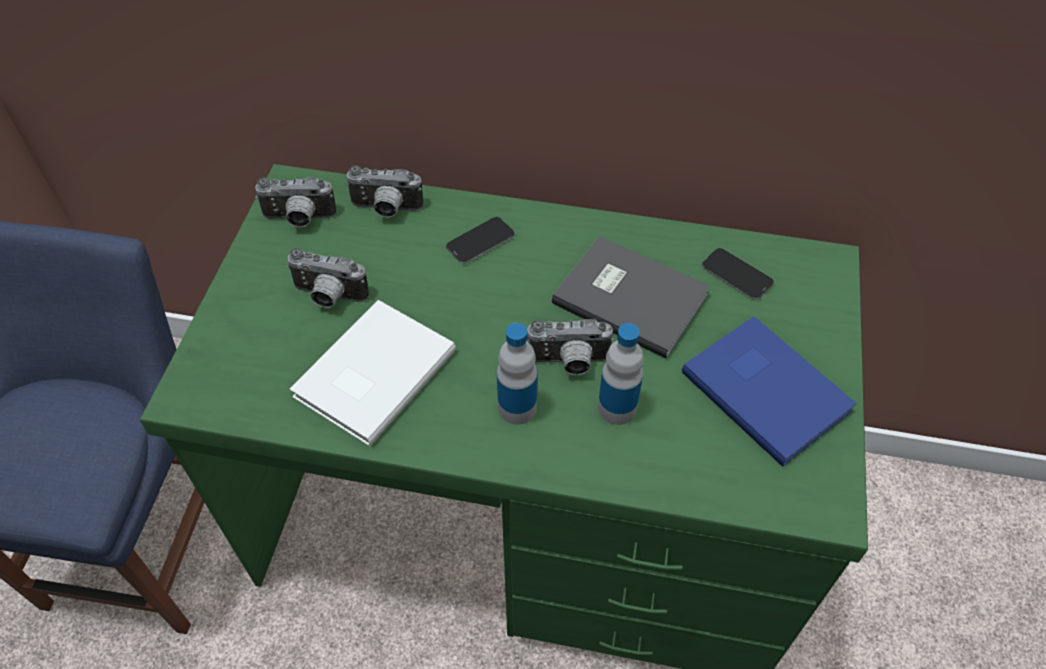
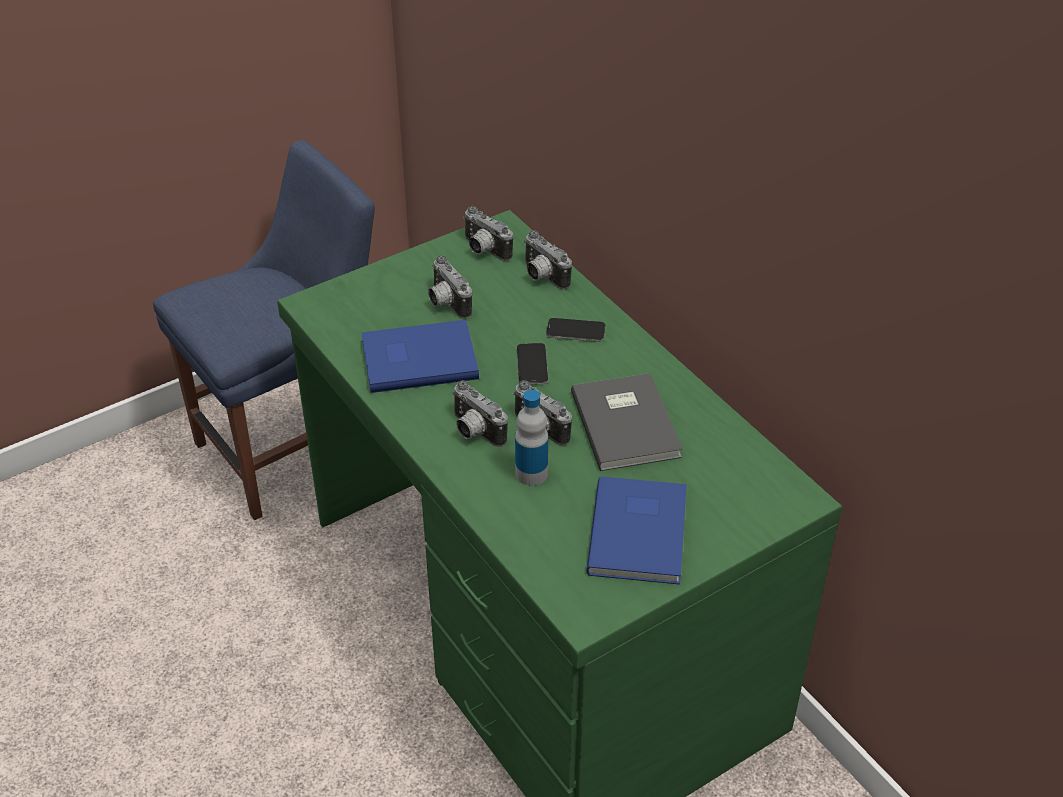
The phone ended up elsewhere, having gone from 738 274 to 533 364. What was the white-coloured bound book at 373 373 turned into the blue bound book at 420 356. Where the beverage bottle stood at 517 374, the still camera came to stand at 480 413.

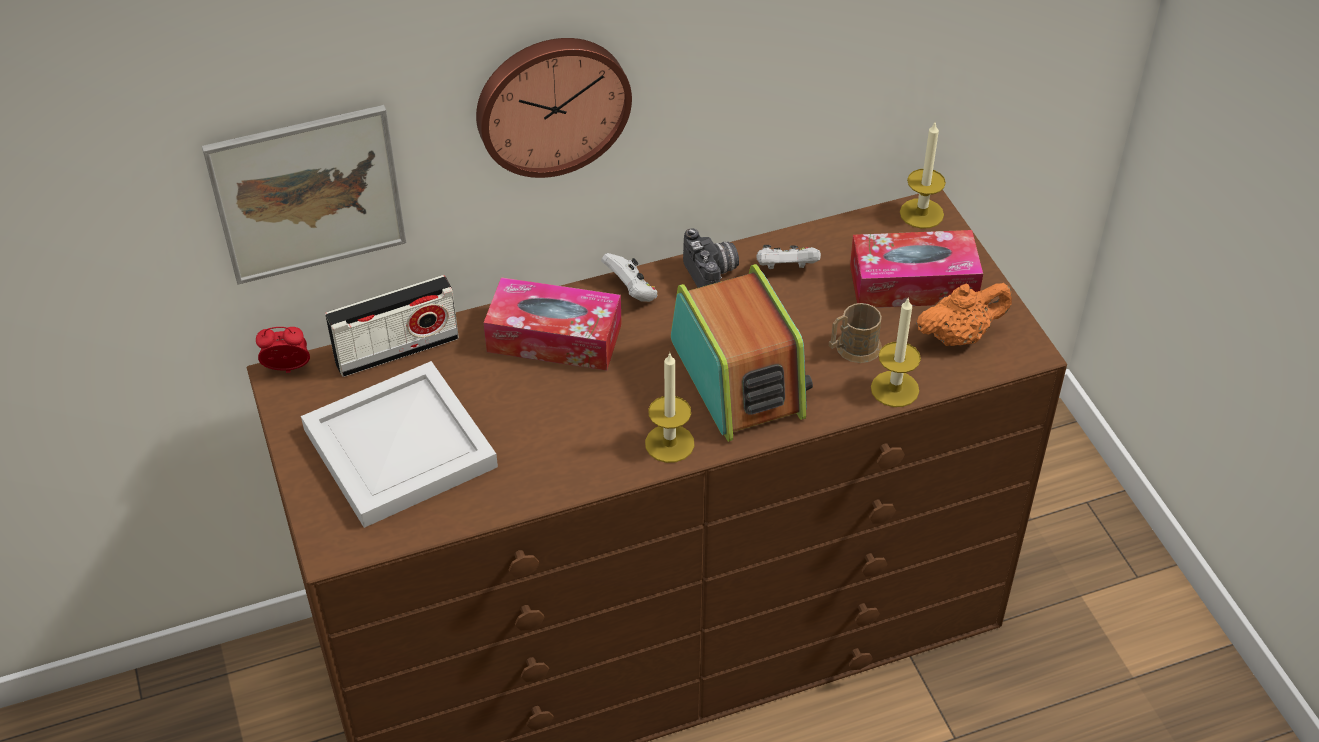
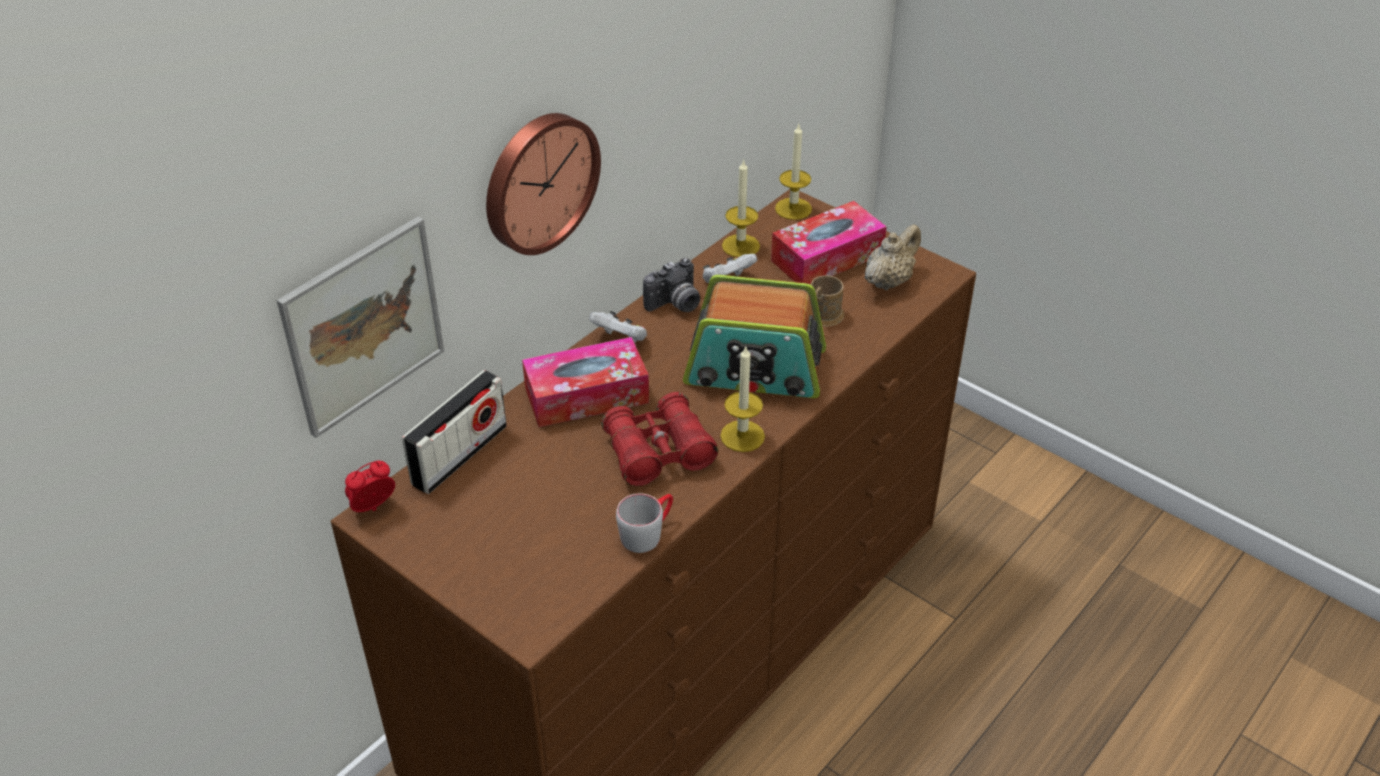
The still camera at 711 258 ended up facing another way, 105 degrees clockwise from before. The radio at 742 353 ended up facing another way, 150 degrees clockwise from before. What was the orangey teapot at 964 314 turned into the beige-coloured teapot at 893 257. The wax light ended up elsewhere, having gone from 896 352 to 741 208. The second view lost the white-coloured carrying tray at 399 444. The second view gained the red-coloured pair of binoculars at 659 439. The second view gained the greyish tea mug at 644 523.

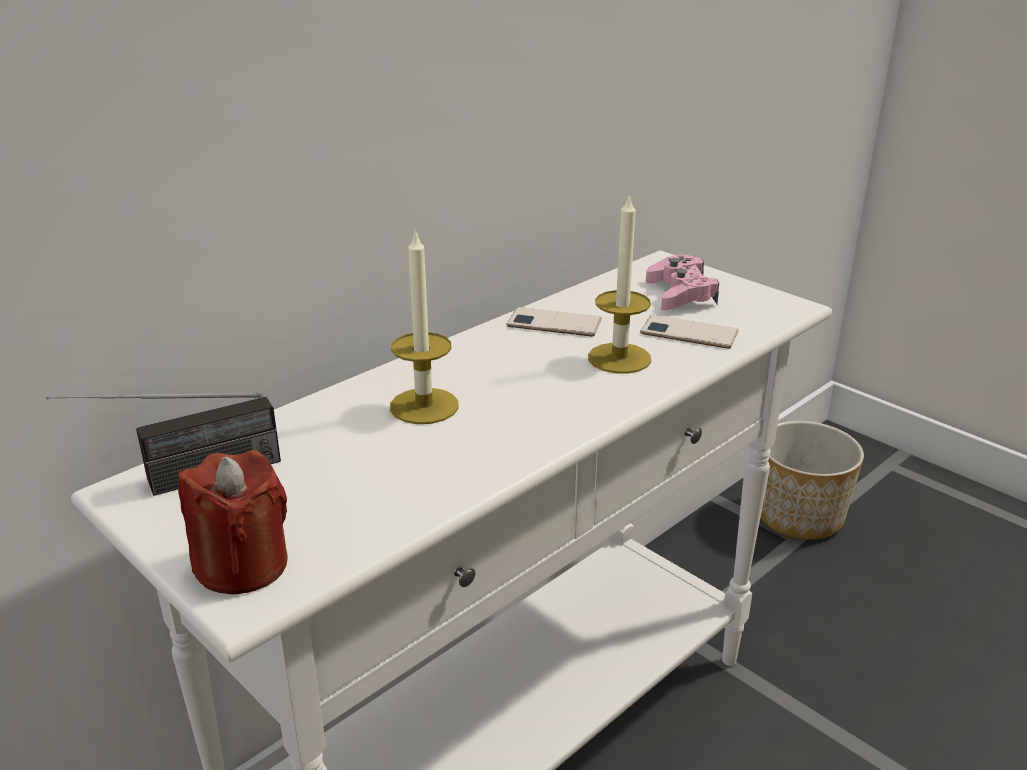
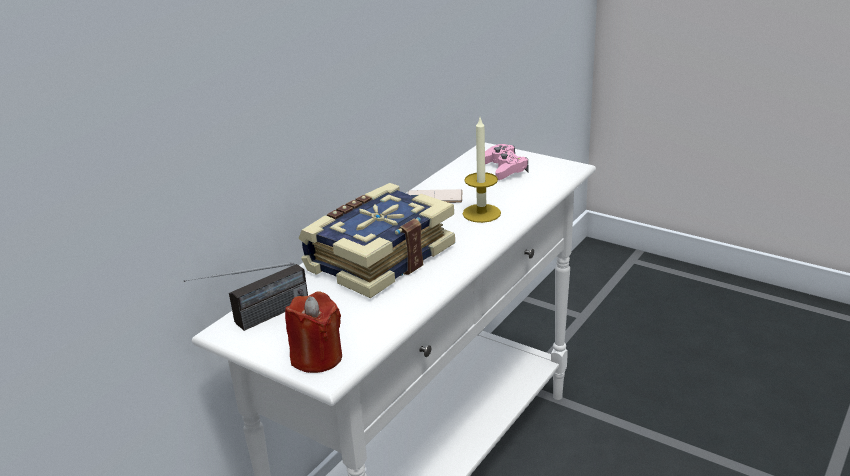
Where the wax light stood at 424 326, the bound book came to stand at 377 240. The second view lost the phone at 689 332. The second view lost the planter at 812 480.

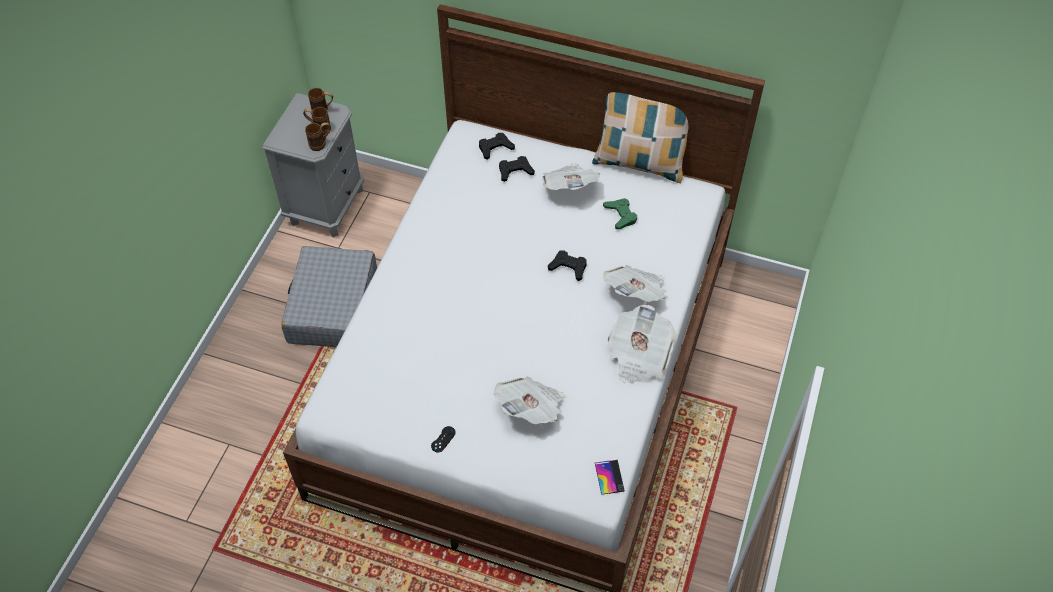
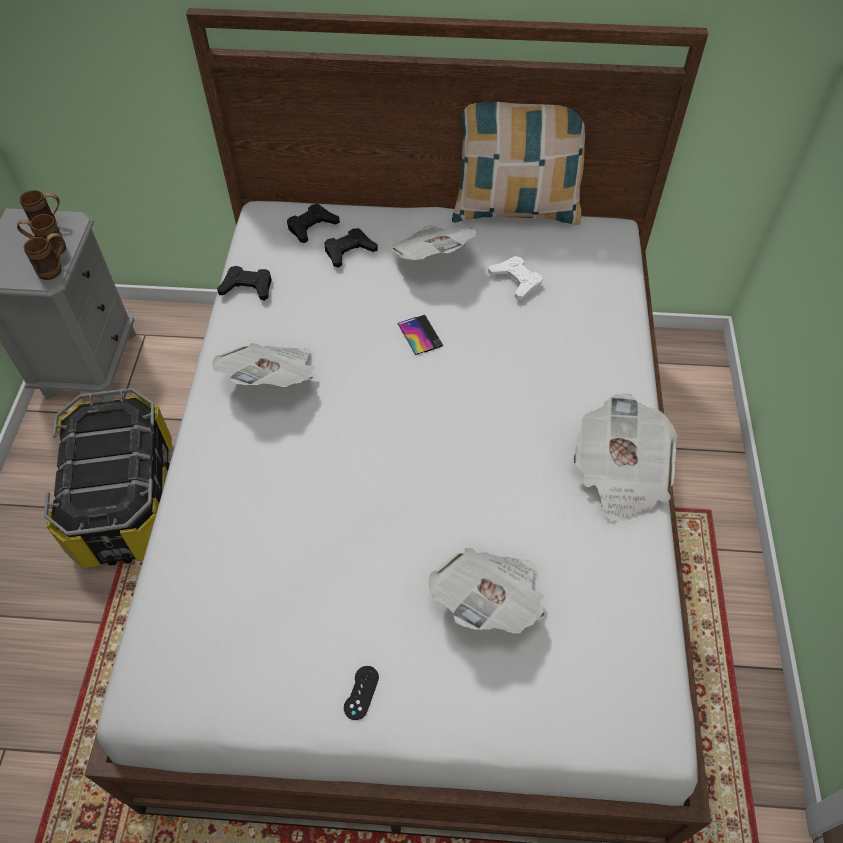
What was the greenish joypad at 620 214 turned into the white-coloured joypad at 515 278. Where the greyish piece of luggage stood at 329 296, the storage box came to stand at 108 478. The black joypad ended up elsewhere, having gone from 567 265 to 244 283. The newspaper ended up elsewhere, having gone from 634 283 to 263 365. The phone ended up elsewhere, having gone from 610 477 to 420 335.

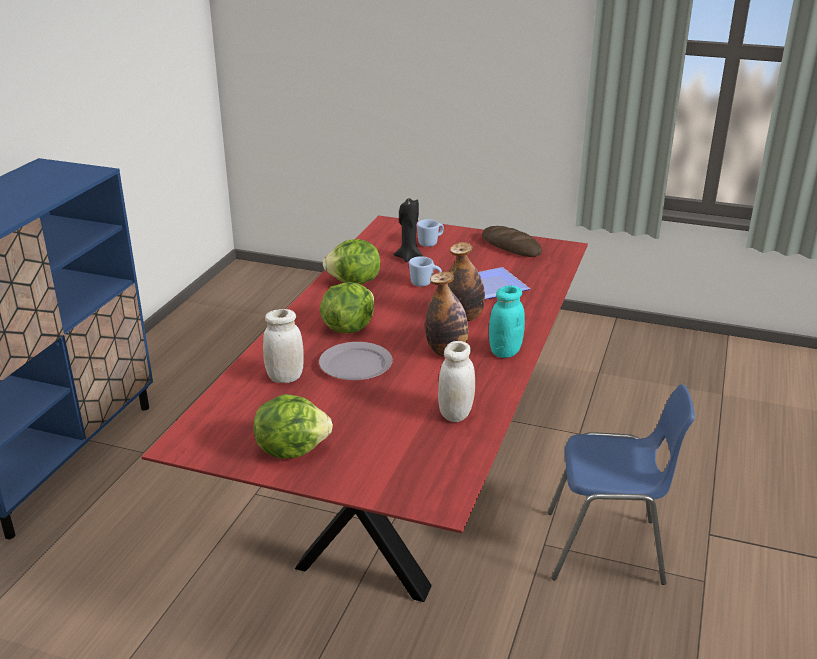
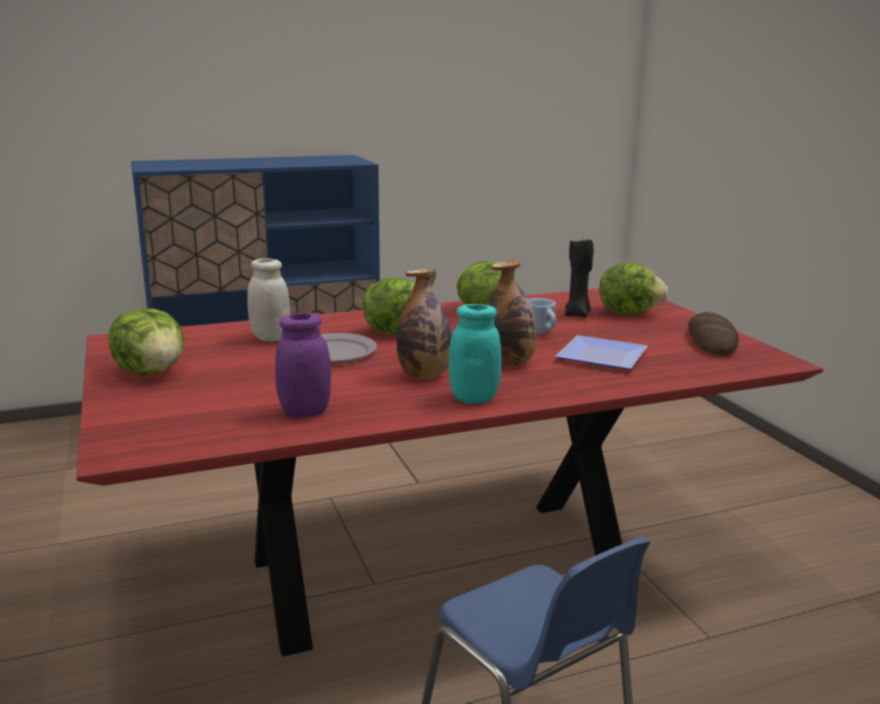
Where the blue tea mug stood at 430 233, the lettuce head came to stand at 633 288. What was the white-coloured storage jar at 456 381 turned into the purple storage jar at 303 365.

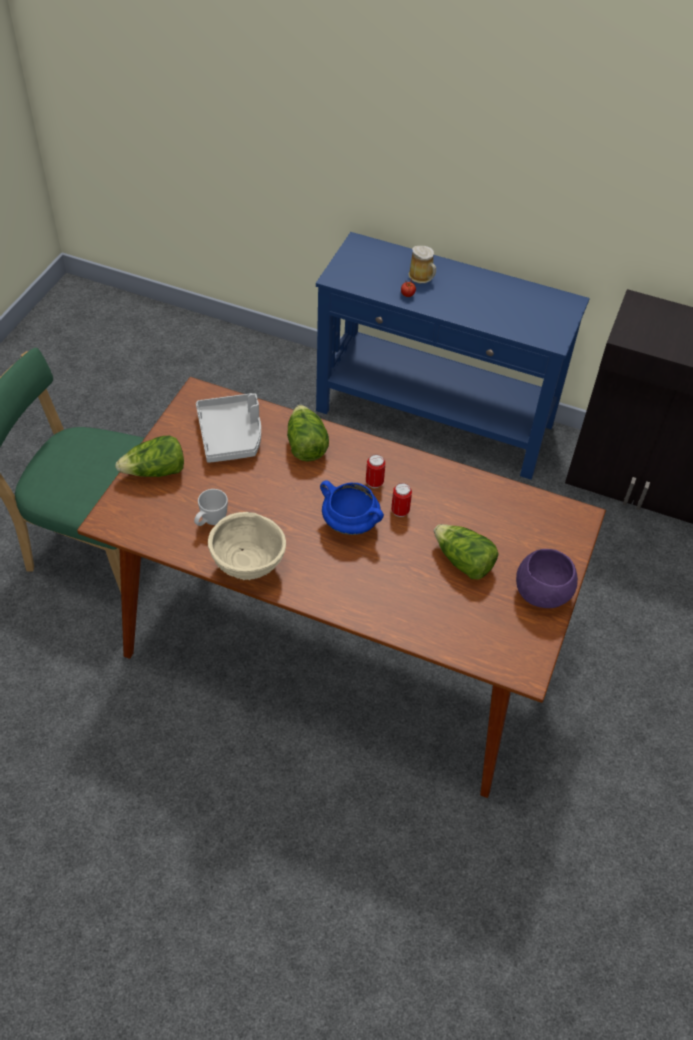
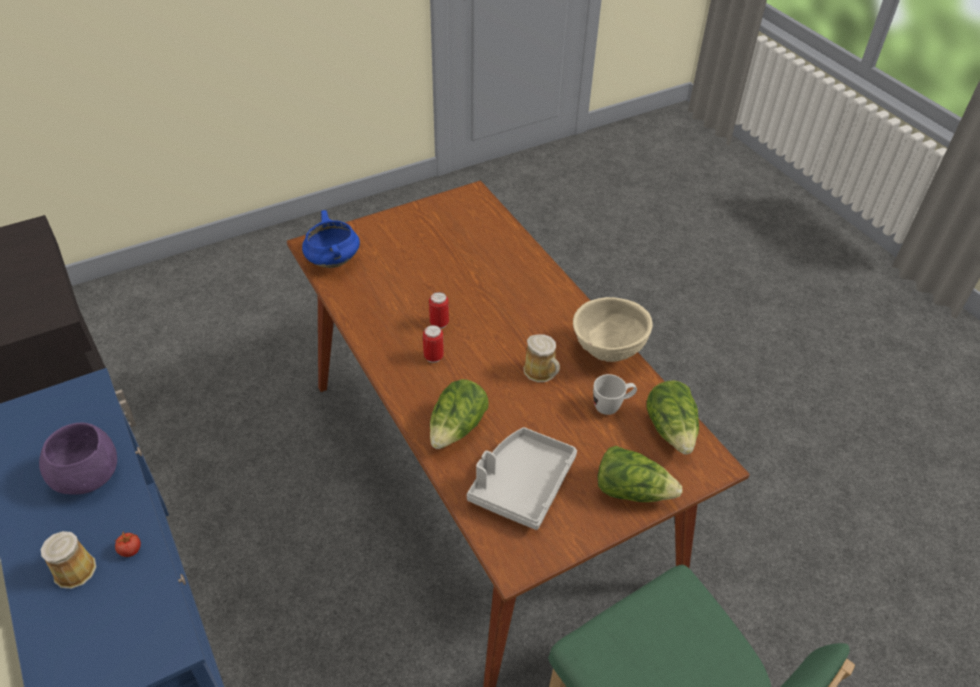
The blue cooking pot ended up elsewhere, having gone from 352 507 to 331 239. The lettuce head ended up elsewhere, having gone from 466 551 to 673 417. The purple bowl ended up elsewhere, having gone from 547 578 to 78 458. The second view gained the tea mug at 541 358.

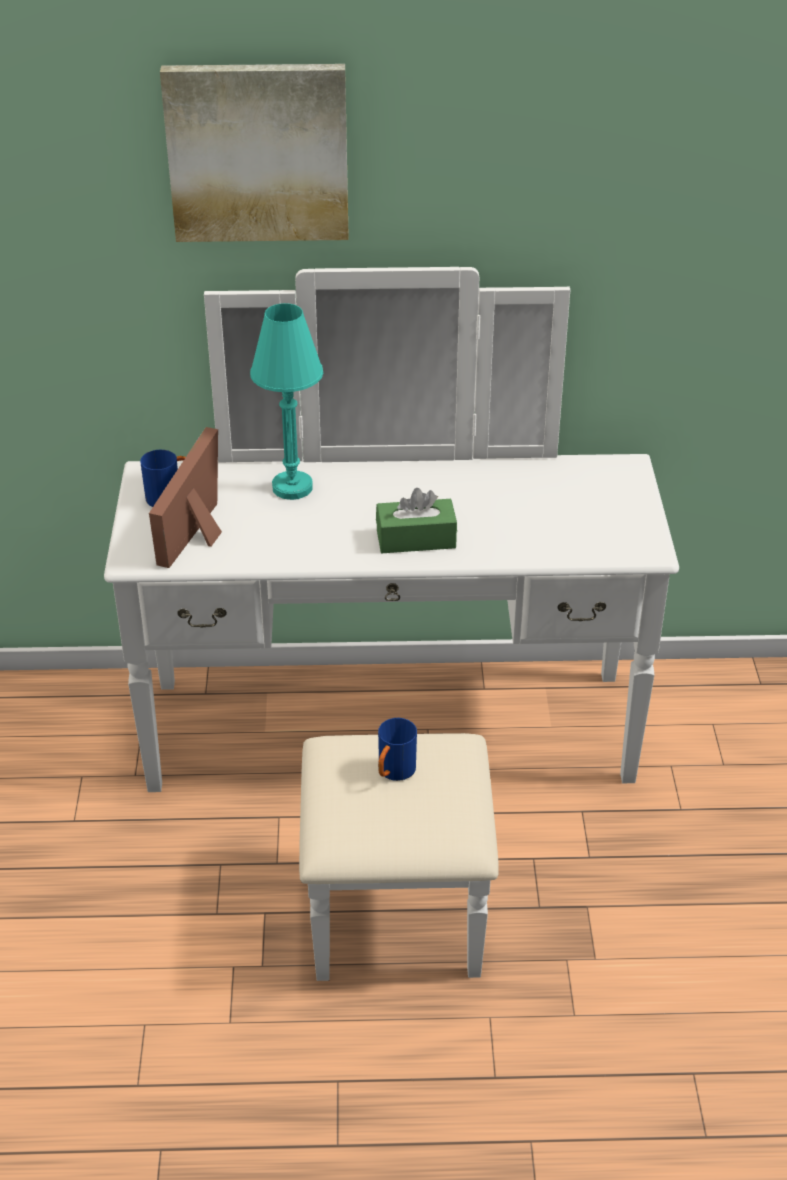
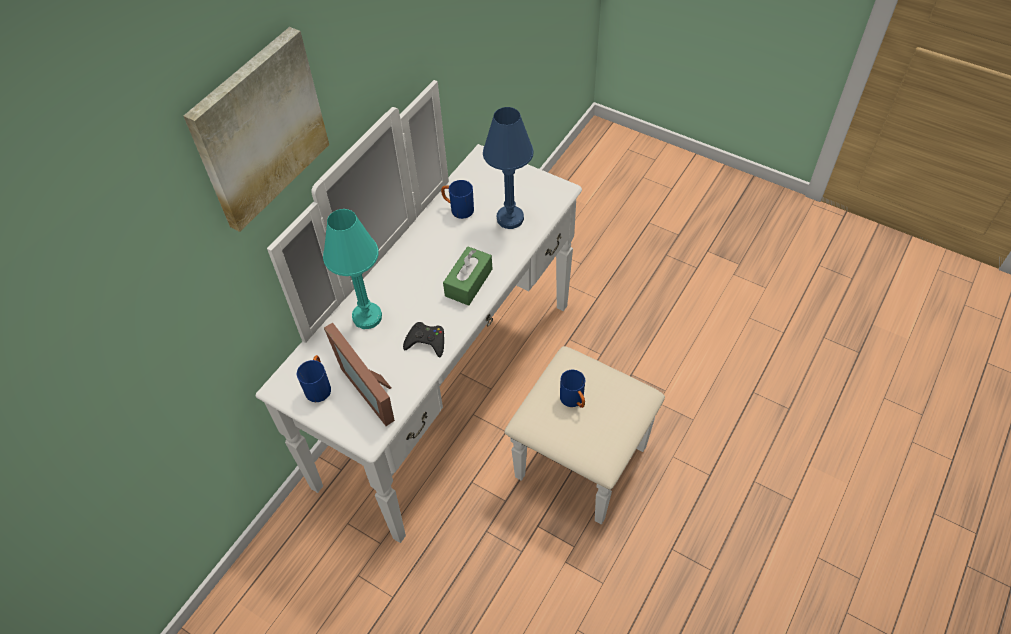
The second view gained the blue lamp for a table at 508 168. The second view gained the blue tea mug at 457 199. The second view gained the black joypad at 423 339.

